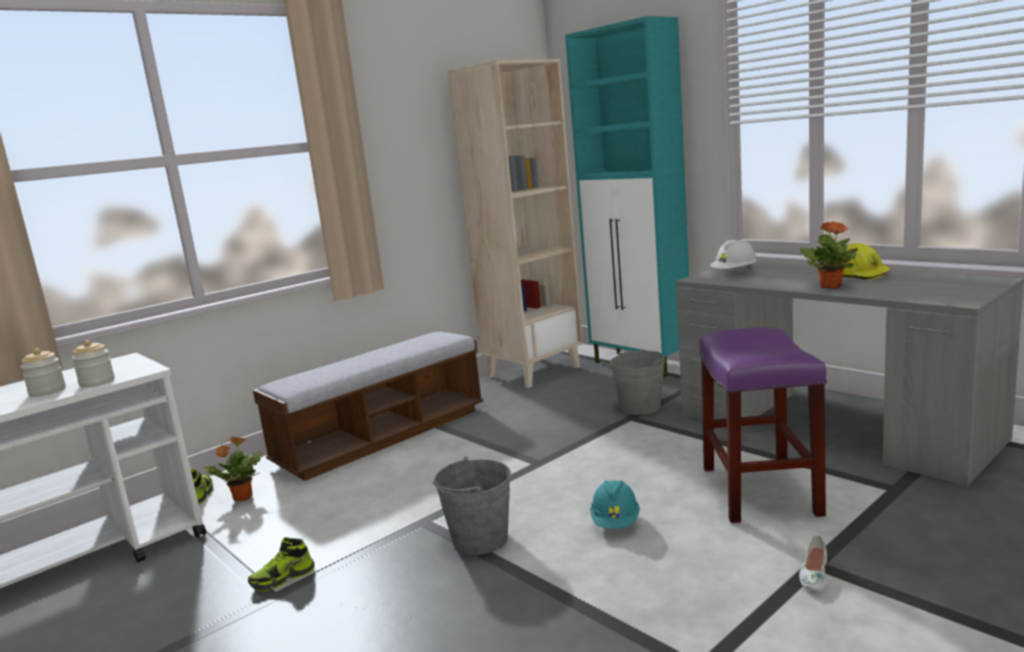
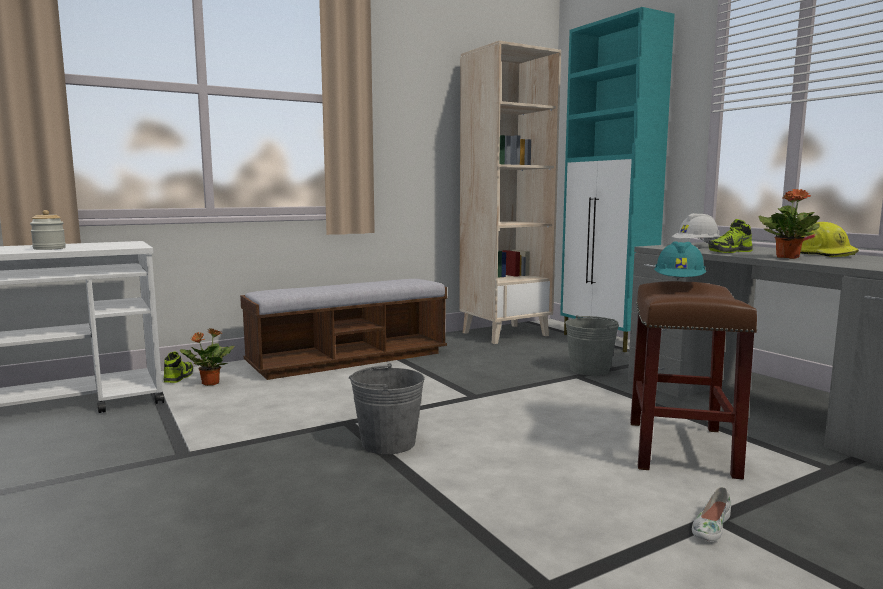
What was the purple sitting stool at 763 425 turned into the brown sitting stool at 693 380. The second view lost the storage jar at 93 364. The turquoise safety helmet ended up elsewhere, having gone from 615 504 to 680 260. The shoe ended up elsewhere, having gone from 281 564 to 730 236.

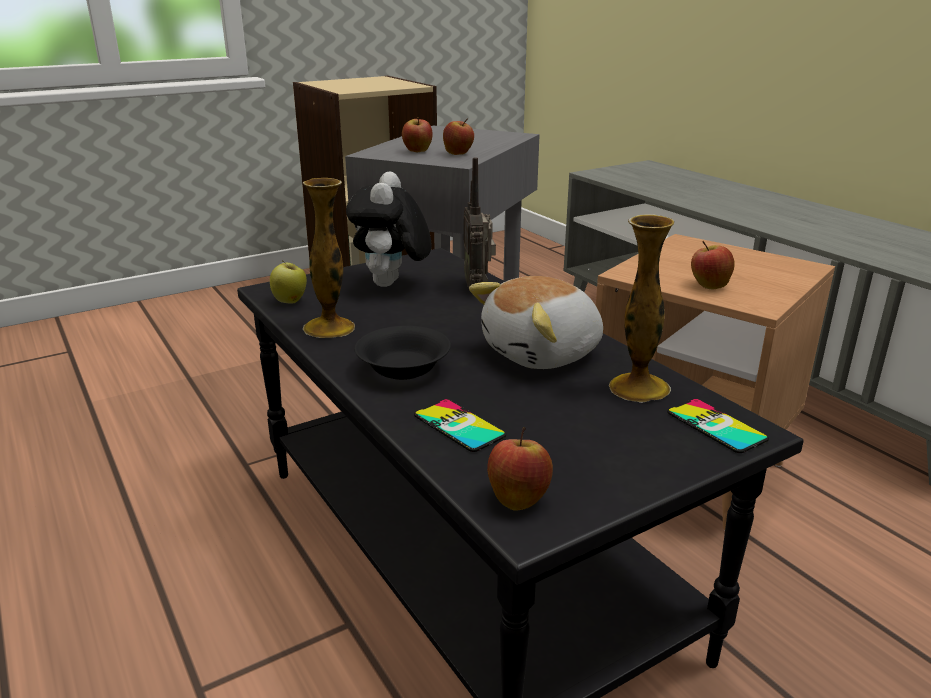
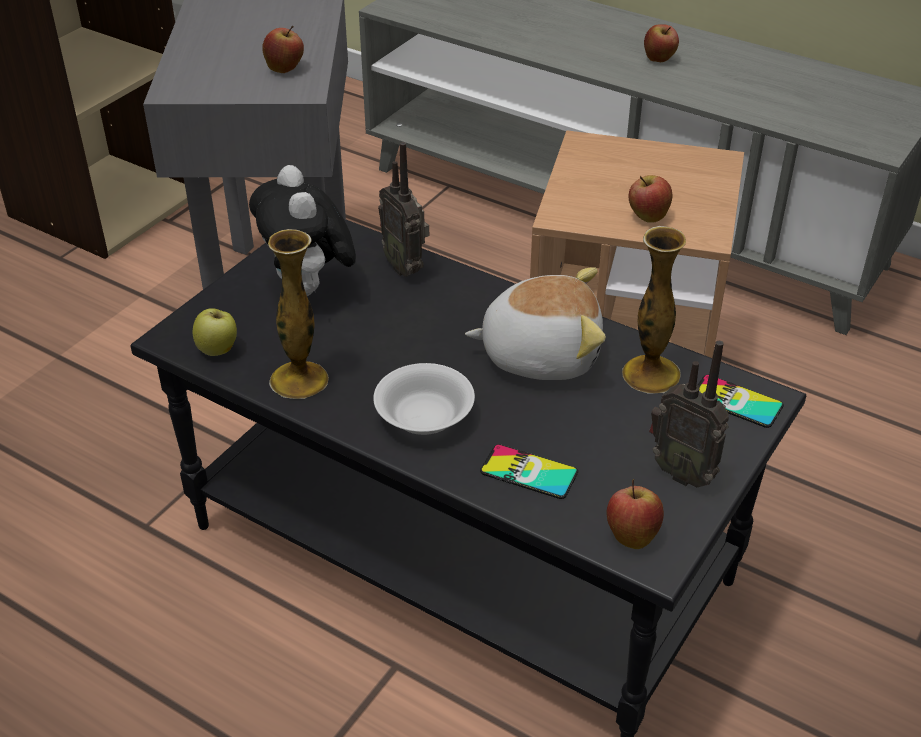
The whole apple ended up elsewhere, having gone from 417 134 to 661 43. The plush toy at 536 322 ended up facing another way, 120 degrees counterclockwise from before. What was the black bowl at 402 353 turned into the white-coloured bowl at 424 399. The second view gained the radio at 689 414.

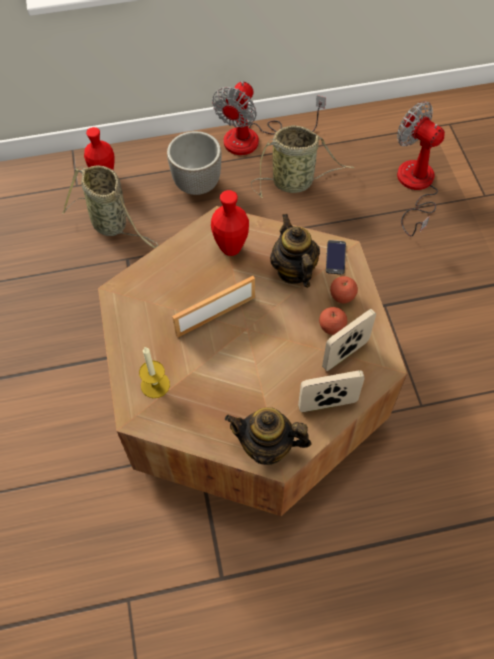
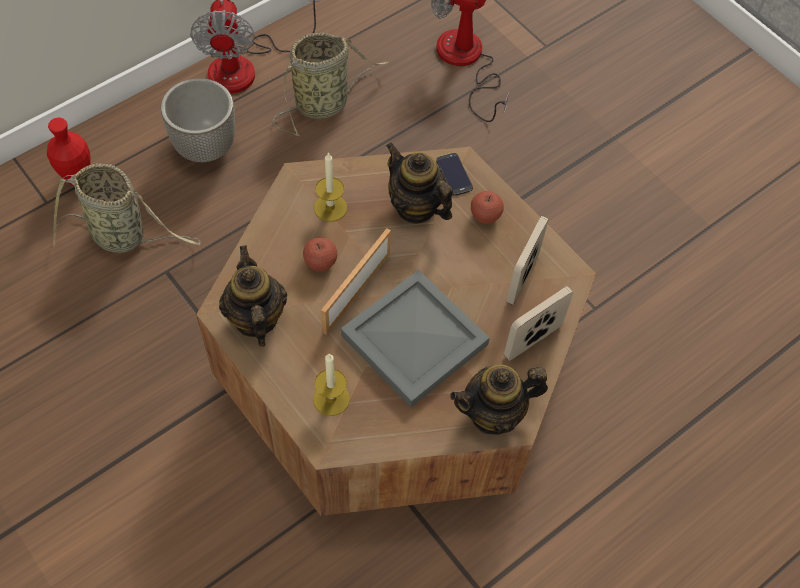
Where the red-coloured decorative vase stood at 230 223, the wax light came to stand at 330 187. The whole apple ended up elsewhere, having gone from 333 321 to 320 254. The second view gained the teapot at 253 296. The second view gained the greyish carrying tray at 415 338.

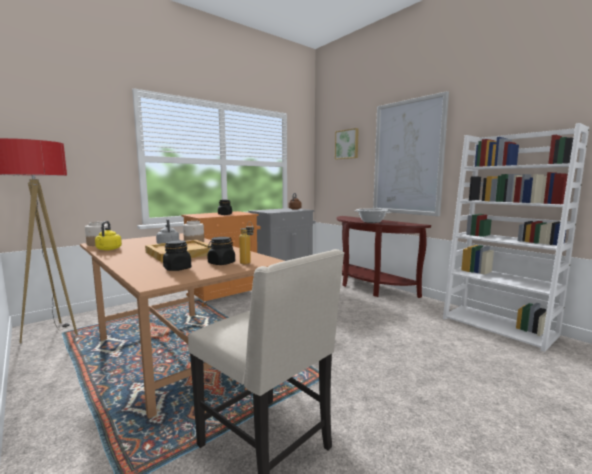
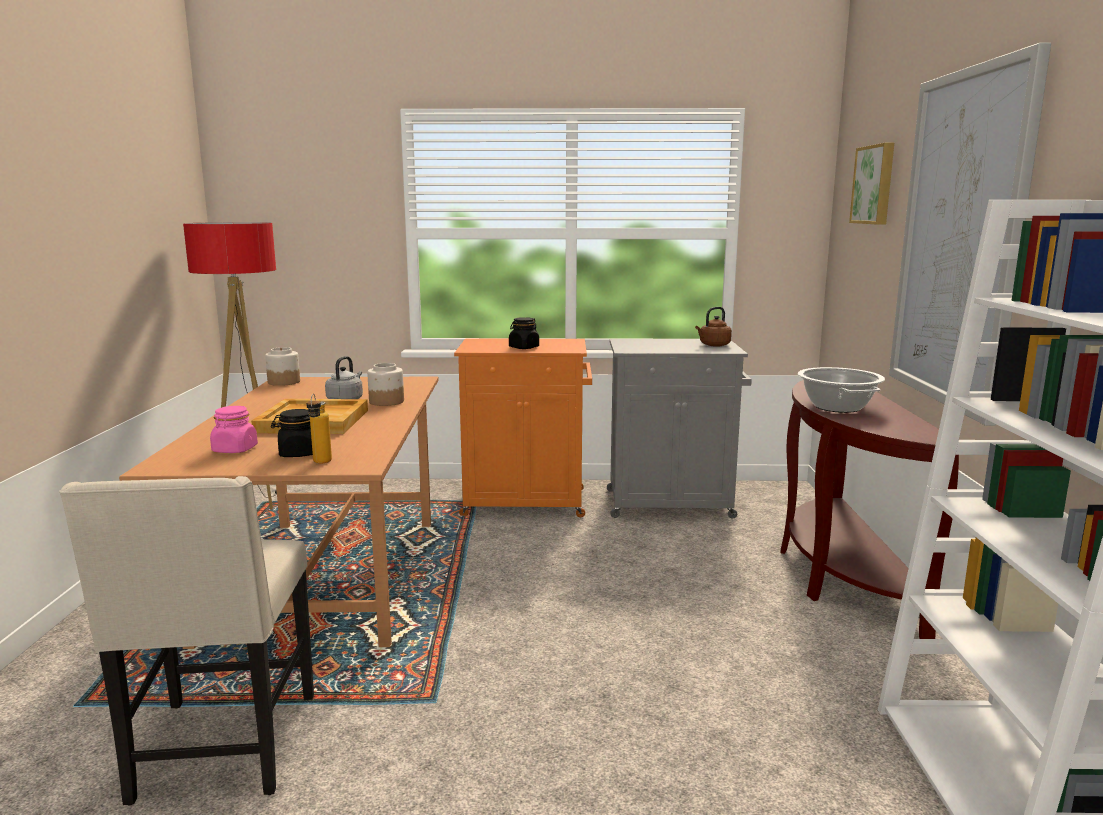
The second view lost the yellow-coloured tea kettle at 108 235. What was the black storage jar at 177 255 turned into the pink storage jar at 234 429.

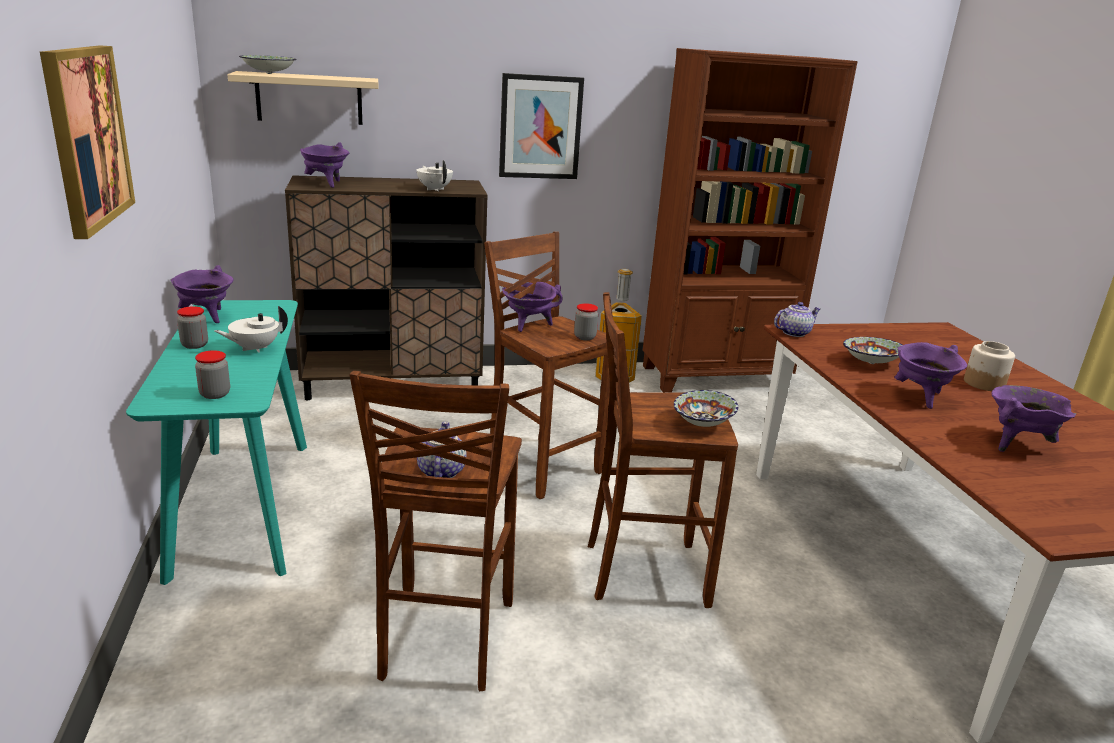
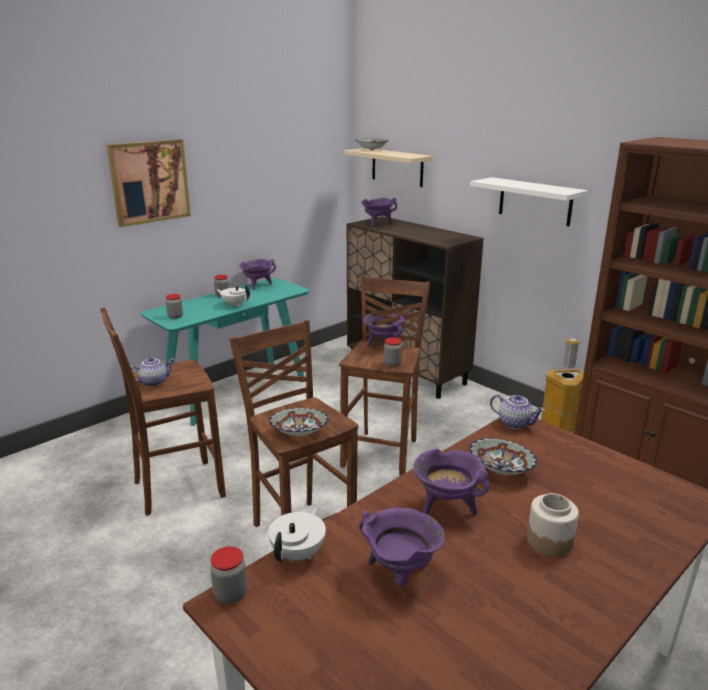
Where the wall picture hung at 541 126, the white-coloured shelf came to hang at 529 201. The white-coloured teapot ended up elsewhere, having gone from 435 175 to 297 534. The second view gained the storage jar at 228 575.

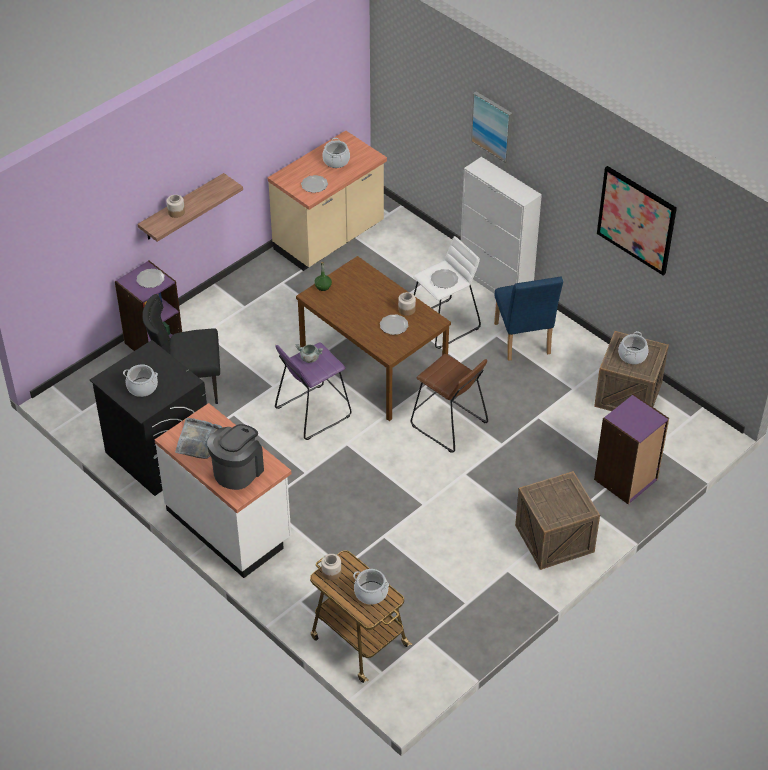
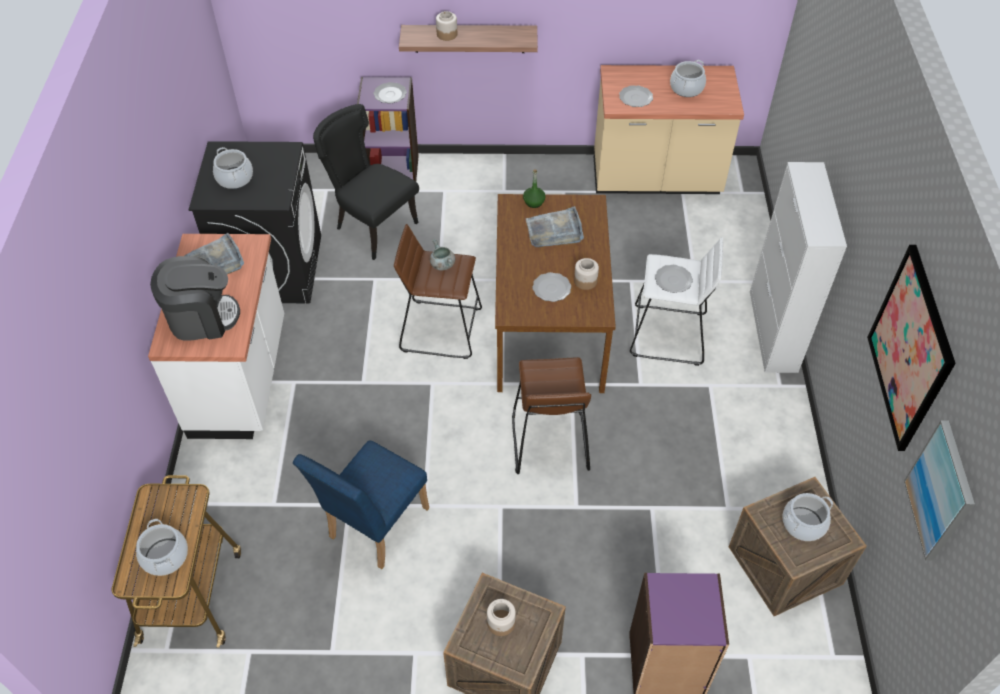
The wall picture ended up elsewhere, having gone from 491 127 to 939 490. The blue chair ended up elsewhere, having gone from 528 318 to 361 505. What was the purple sitting stool at 313 391 turned into the brown sitting stool at 438 291. The storage jar ended up elsewhere, having gone from 331 567 to 501 617. The second view gained the greyish carrying tray at 555 226.

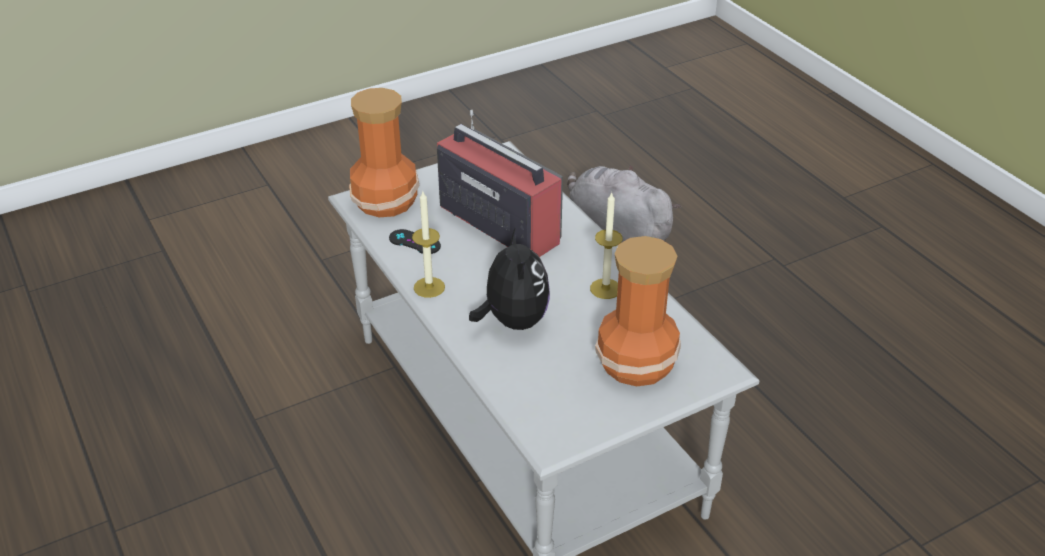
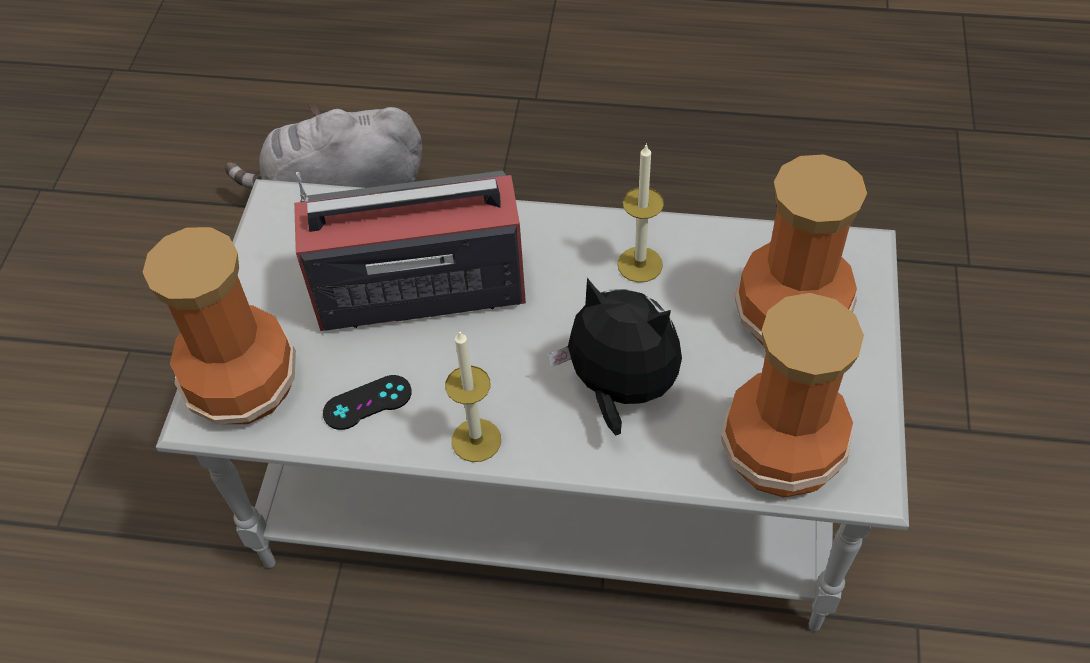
The second view gained the decorative vase at 792 395.

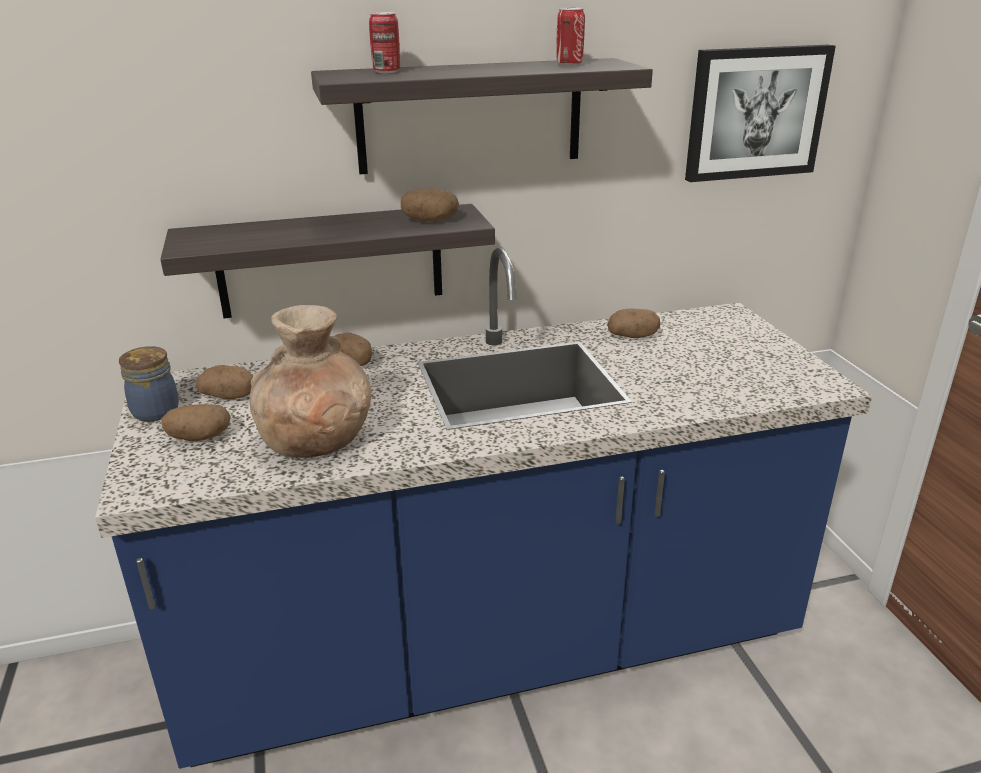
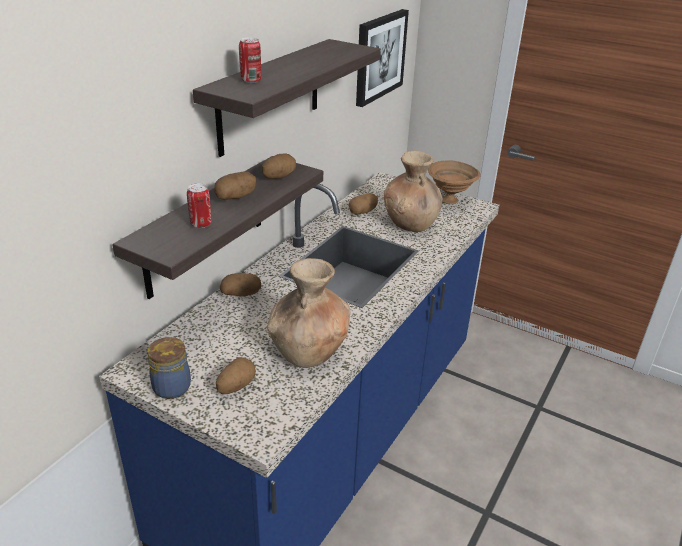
The metal can ended up elsewhere, having gone from 570 36 to 199 205. The potato ended up elsewhere, having gone from 224 382 to 235 186. The second view gained the brown decorative vase at 413 191. The second view gained the brown bowl at 454 182.

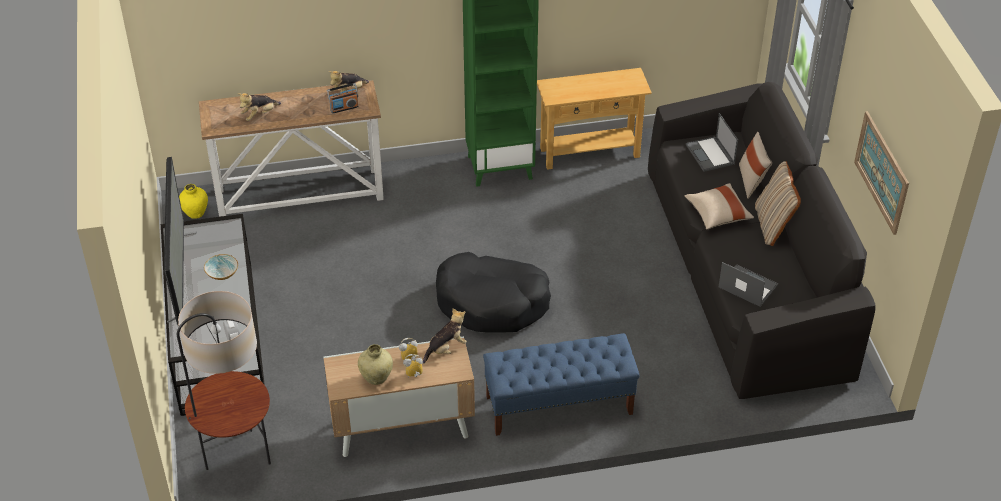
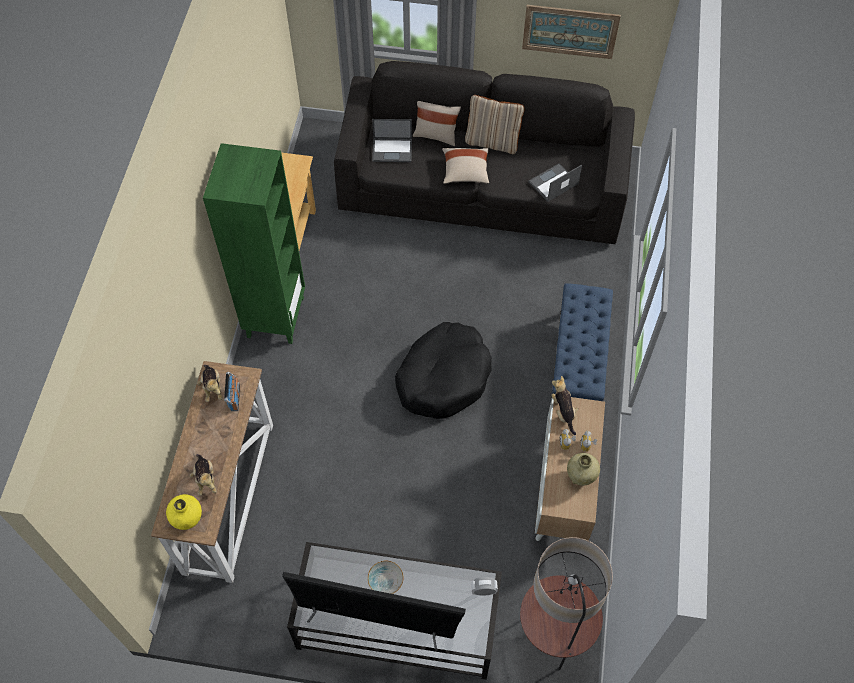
The yellow-coloured decorative vase ended up elsewhere, having gone from 193 201 to 184 512.

